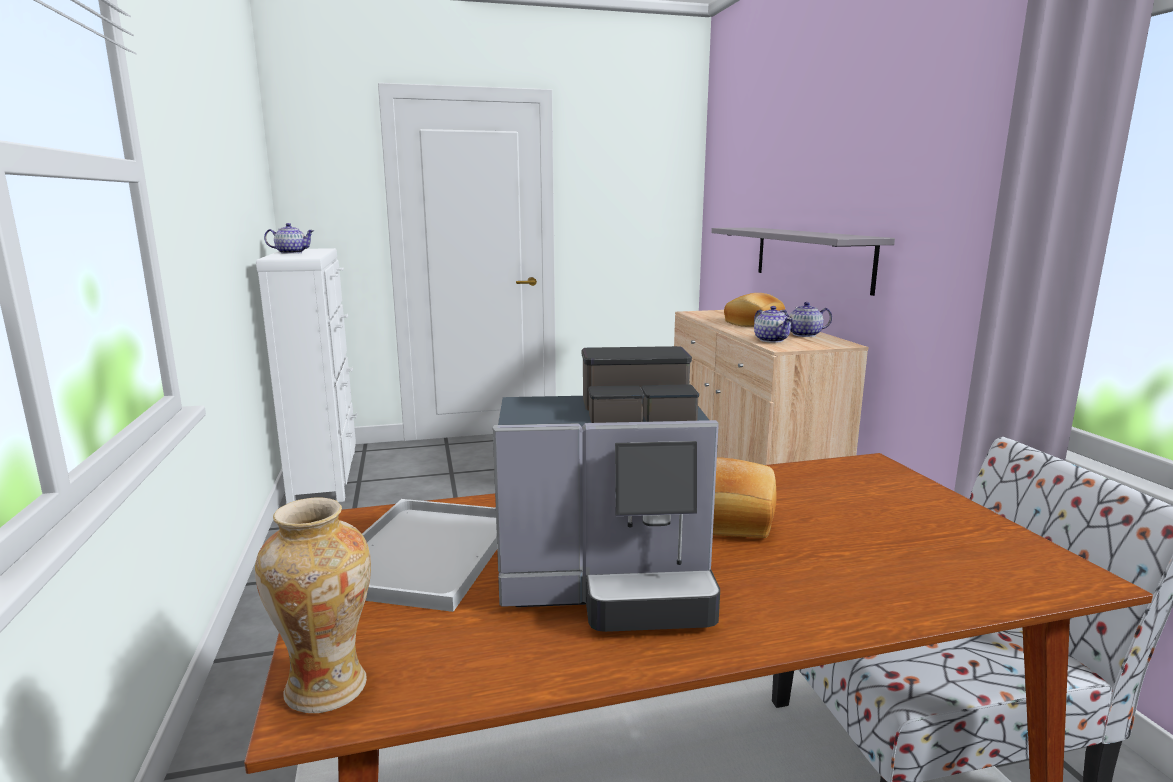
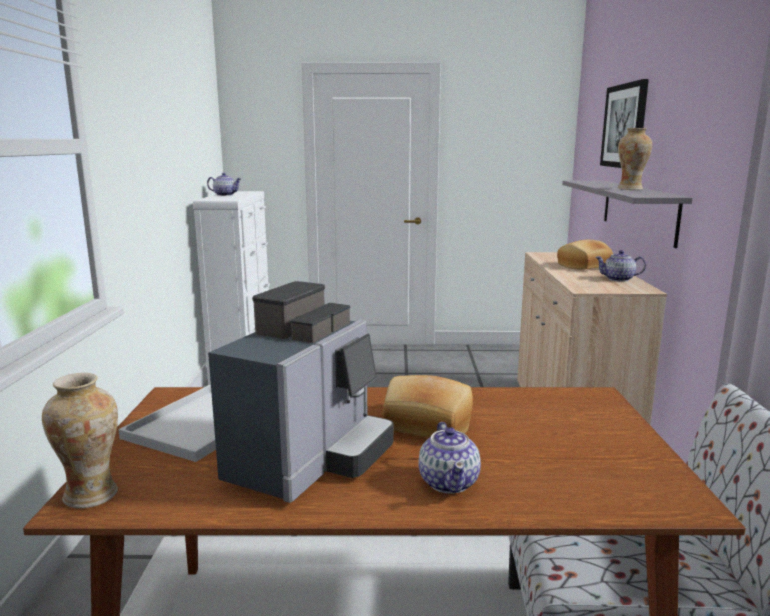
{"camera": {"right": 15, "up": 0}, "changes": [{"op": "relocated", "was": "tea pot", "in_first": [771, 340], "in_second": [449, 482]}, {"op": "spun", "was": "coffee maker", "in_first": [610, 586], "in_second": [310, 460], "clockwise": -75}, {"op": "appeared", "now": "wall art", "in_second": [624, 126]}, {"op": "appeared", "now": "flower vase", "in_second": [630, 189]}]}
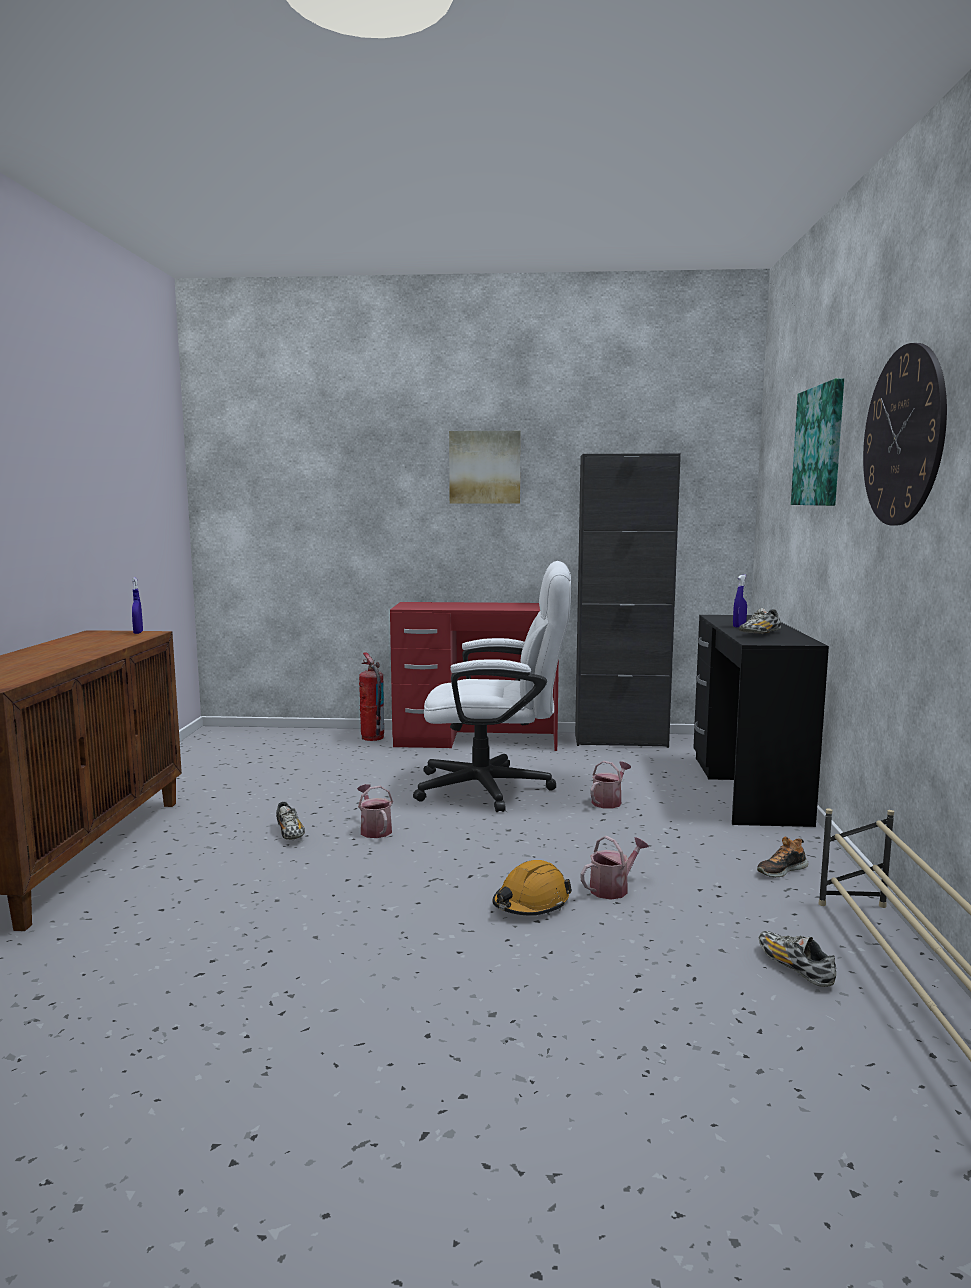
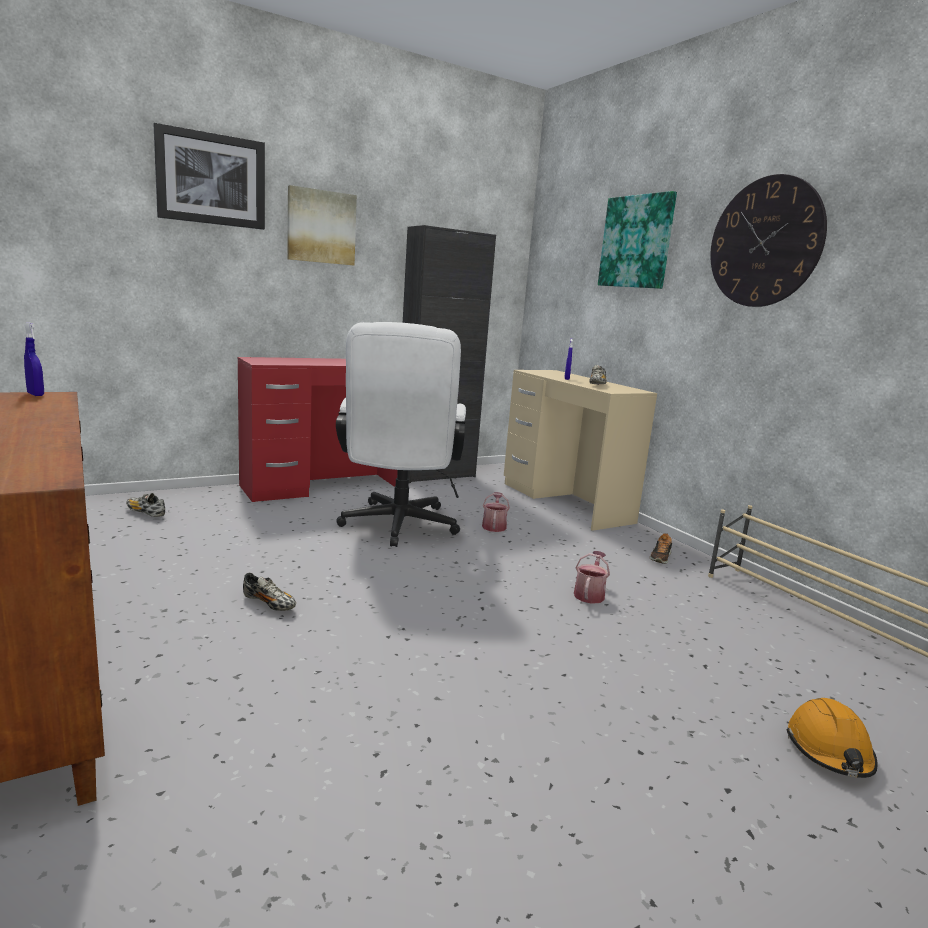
{"camera": {"right": -35, "up": 5}, "changes": [{"op": "spun", "was": "office chair in white-coloured", "in_first": [497, 788], "in_second": [397, 528], "clockwise": 120}, {"op": "colour", "was": "desk in blackish", "now": "desk in sand-coloured", "in_first": [748, 789], "in_second": [565, 502]}, {"op": "missing", "was": "fire extinguisher", "in_first": [372, 738]}, {"op": "missing", "was": "sprinkling can", "in_first": [374, 829]}, {"op": "relocated", "was": "hard hat in orange-coloured", "in_first": [531, 903], "in_second": [829, 751]}, {"op": "relocated", "was": "shoe", "in_first": [794, 968], "in_second": [145, 513]}, {"op": "appeared", "now": "wall art", "in_second": [211, 179]}]}
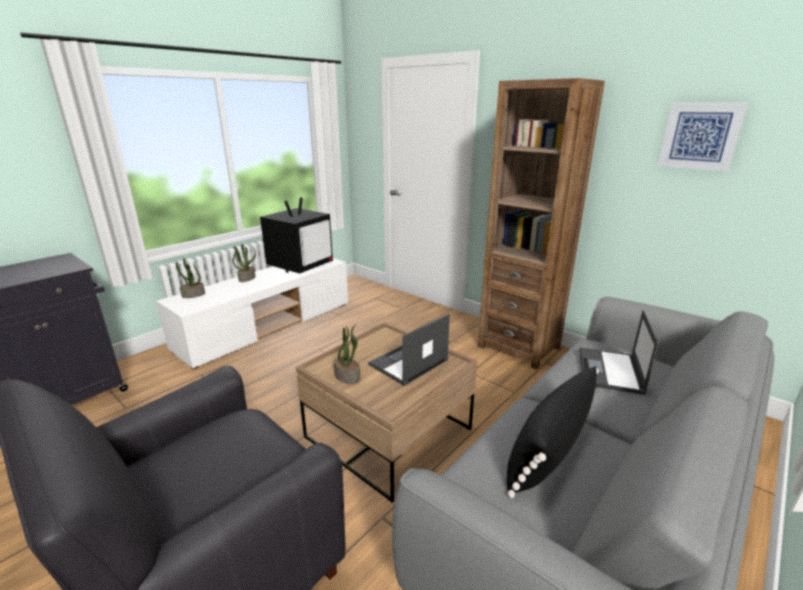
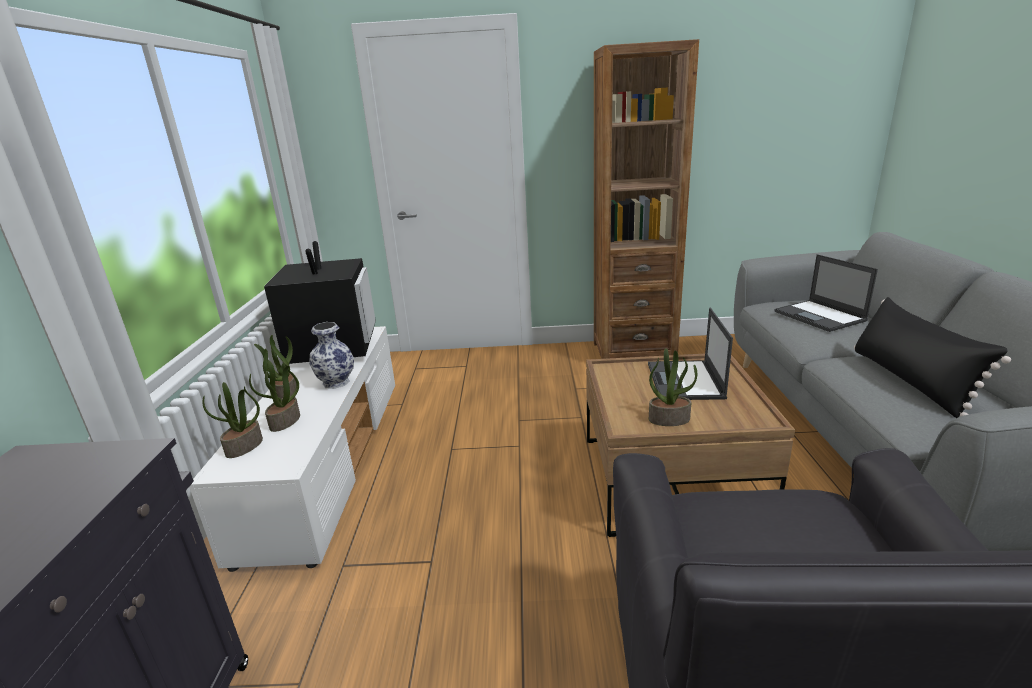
{"camera": {"right": -40, "up": 0}, "changes": [{"op": "missing", "was": "wall art", "in_first": [700, 136]}, {"op": "appeared", "now": "flower vase", "in_second": [336, 382]}, {"op": "appeared", "now": "houseplant", "in_second": [285, 422]}]}
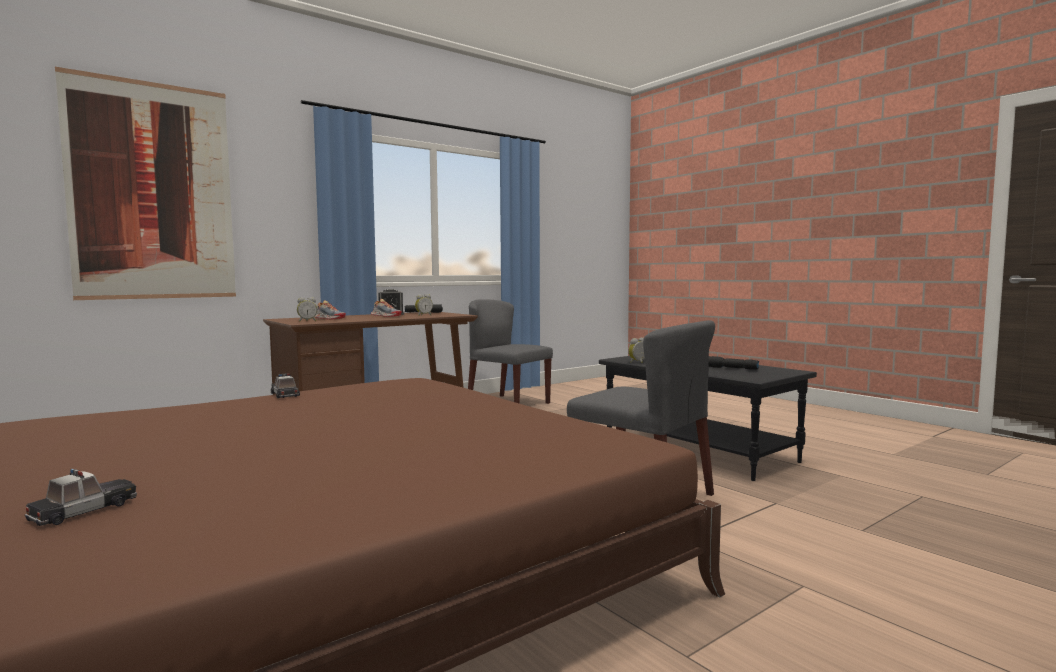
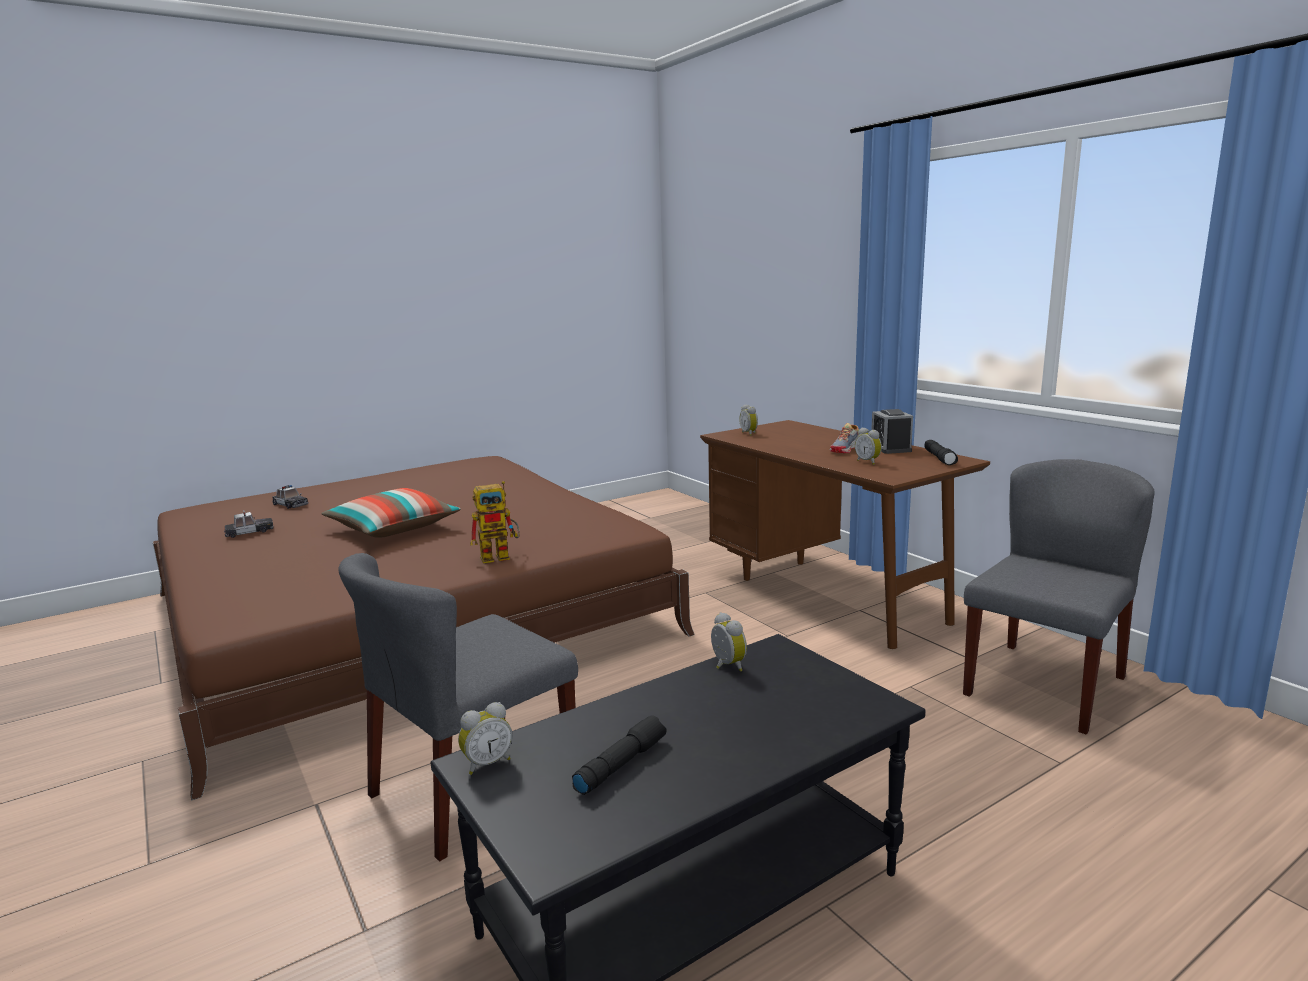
{"camera": {"right": 95, "up": 10}, "changes": [{"op": "missing", "was": "wall art", "in_first": [153, 191]}, {"op": "missing", "was": "shoe", "in_first": [329, 318]}, {"op": "relocated", "was": "miniature car", "in_first": [285, 394], "in_second": [249, 532]}, {"op": "appeared", "now": "toy robot", "in_second": [501, 556]}, {"op": "appeared", "now": "pillow", "in_second": [393, 529]}, {"op": "appeared", "now": "bedside clock", "in_second": [487, 763]}]}
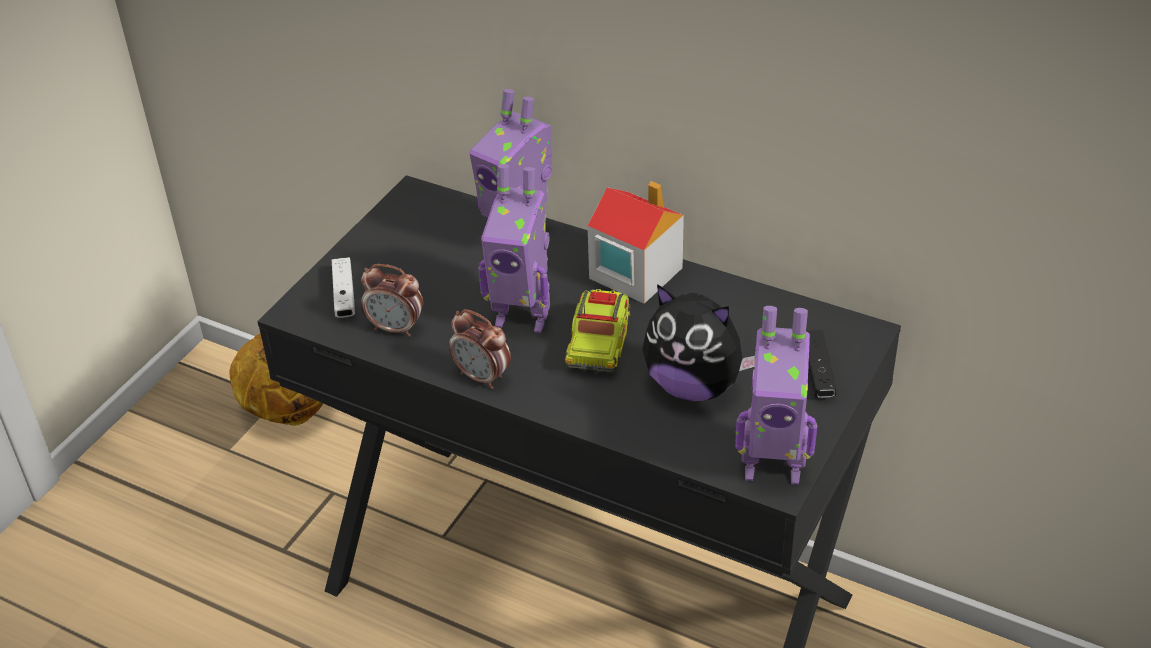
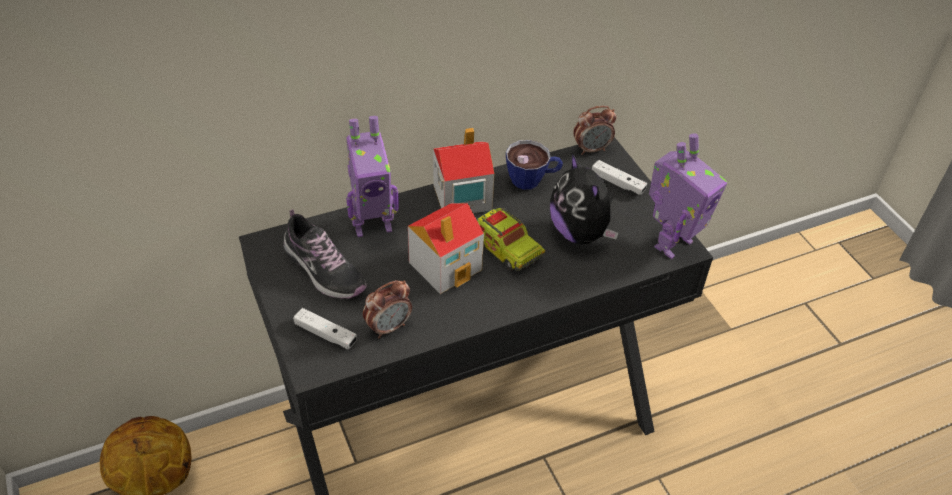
{"camera": {"right": -55, "up": 5}, "changes": [{"op": "exchanged", "was": "toy robot", "now": "model house", "in_first": [522, 318], "in_second": [446, 265]}, {"op": "spun", "was": "cuddly toy", "in_first": [694, 385], "in_second": [580, 232], "clockwise": 90}, {"op": "relocated", "was": "bedside clock", "in_first": [482, 377], "in_second": [591, 149]}, {"op": "colour", "was": "joypad in blackish", "now": "joypad in white-coloured", "in_first": [818, 372], "in_second": [617, 183]}, {"op": "appeared", "now": "cup", "in_second": [532, 180]}, {"op": "appeared", "now": "shoe", "in_second": [324, 270]}]}
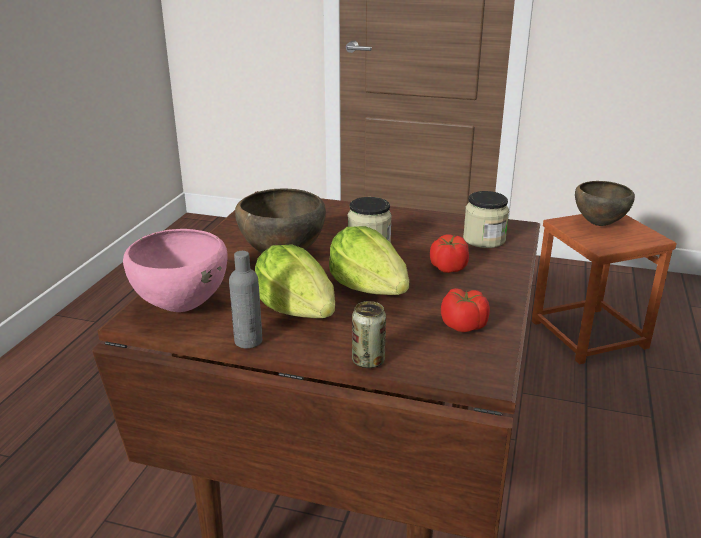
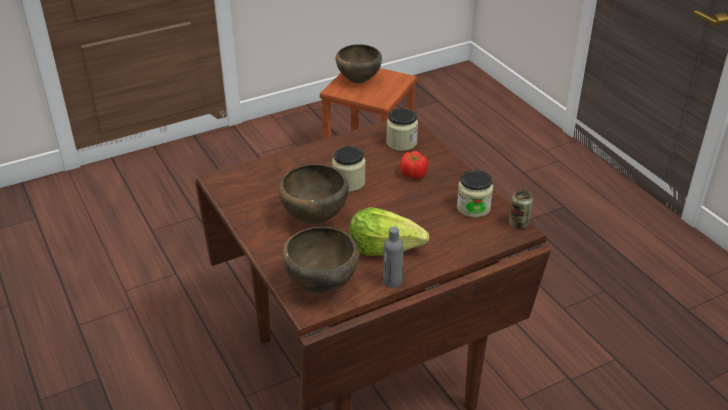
{"camera": {"right": -45, "up": 10}, "changes": [{"op": "missing", "was": "head of lettuce", "in_first": [370, 288]}, {"op": "colour", "was": "bowl in pinkish", "now": "bowl in brown", "in_first": [181, 307], "in_second": [320, 286]}, {"op": "exchanged", "was": "whole tomato", "now": "preserve jar", "in_first": [464, 326], "in_second": [473, 207]}, {"op": "relocated", "was": "sealed can", "in_first": [368, 361], "in_second": [518, 224]}]}
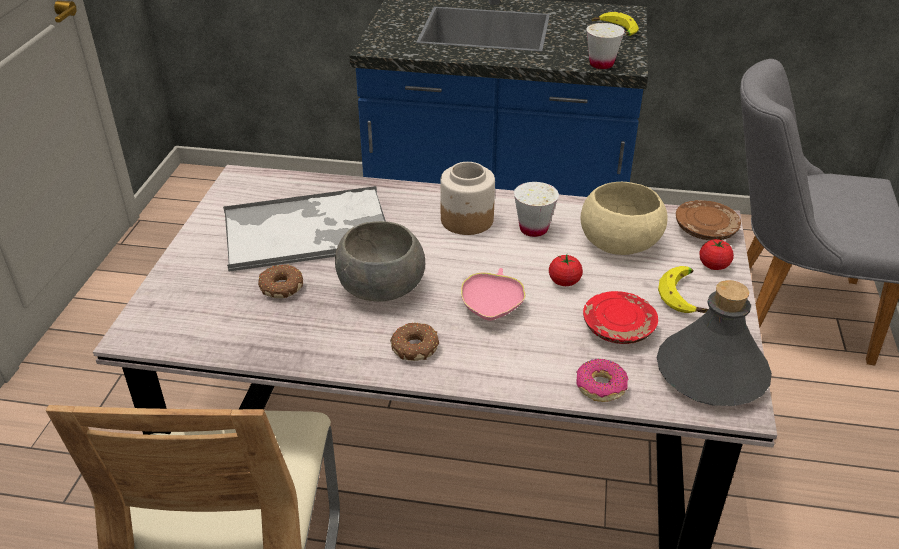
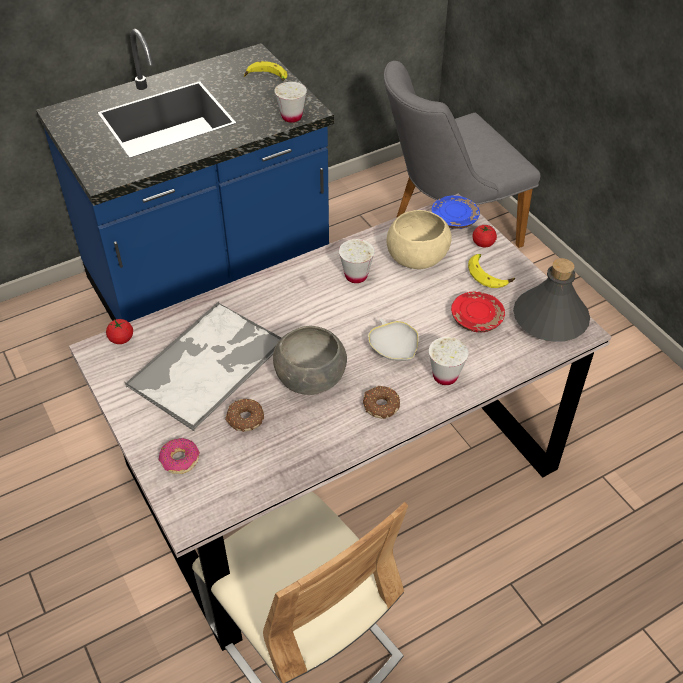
{"camera": {"right": -40, "up": 10}, "changes": [{"op": "missing", "was": "preserve jar", "in_first": [466, 220]}, {"op": "colour", "was": "plate in brown", "now": "plate in blue", "in_first": [705, 230], "in_second": [454, 219]}, {"op": "relocated", "was": "whole tomato", "in_first": [564, 281], "in_second": [121, 339]}, {"op": "colour", "was": "bowl in pinkish", "now": "bowl in white-coloured", "in_first": [492, 307], "in_second": [393, 349]}, {"op": "relocated", "was": "doughnut", "in_first": [600, 386], "in_second": [179, 460]}, {"op": "appeared", "now": "cup in white-coloured", "in_second": [445, 376]}]}
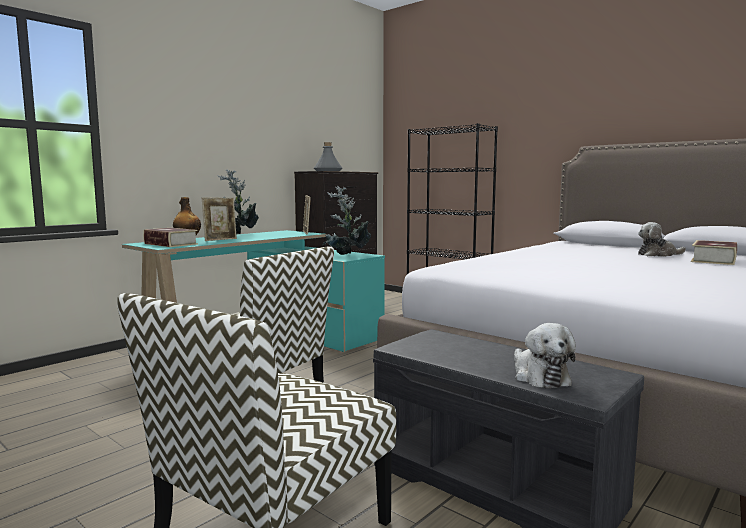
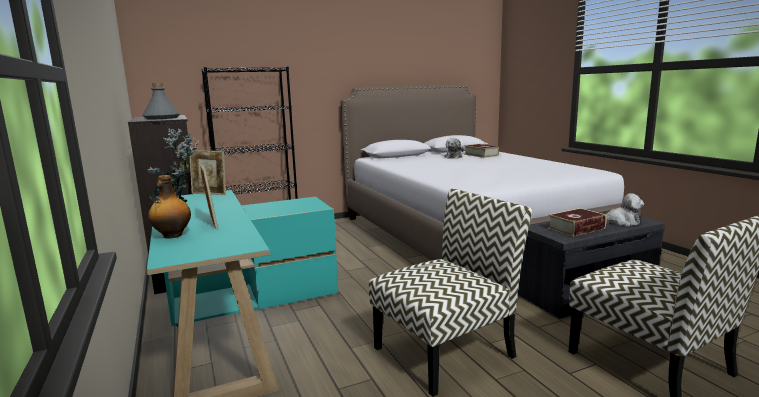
{"camera": {"right": -65, "up": 5}, "changes": [{"op": "missing", "was": "houseplant", "in_first": [347, 255]}, {"op": "relocated", "was": "book", "in_first": [170, 244], "in_second": [576, 228]}]}
